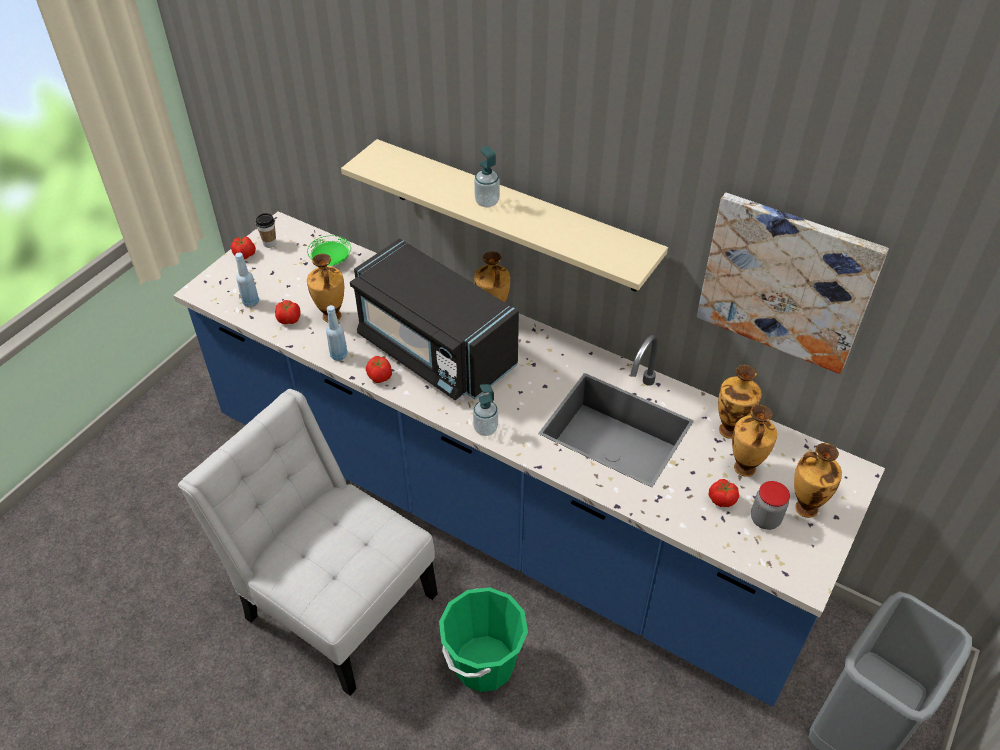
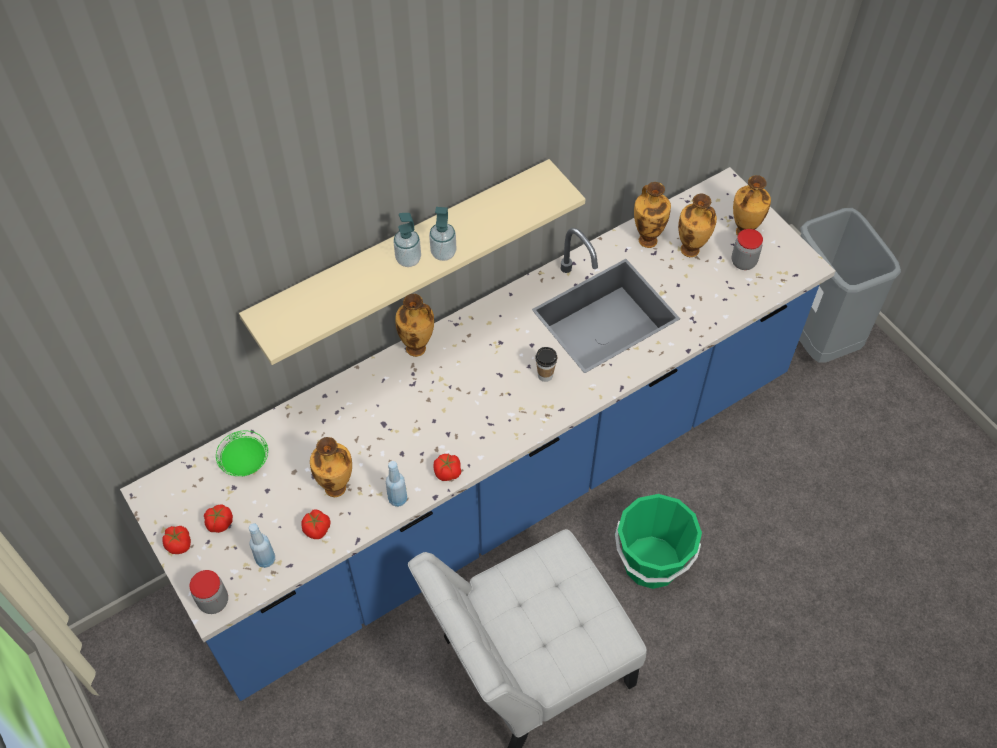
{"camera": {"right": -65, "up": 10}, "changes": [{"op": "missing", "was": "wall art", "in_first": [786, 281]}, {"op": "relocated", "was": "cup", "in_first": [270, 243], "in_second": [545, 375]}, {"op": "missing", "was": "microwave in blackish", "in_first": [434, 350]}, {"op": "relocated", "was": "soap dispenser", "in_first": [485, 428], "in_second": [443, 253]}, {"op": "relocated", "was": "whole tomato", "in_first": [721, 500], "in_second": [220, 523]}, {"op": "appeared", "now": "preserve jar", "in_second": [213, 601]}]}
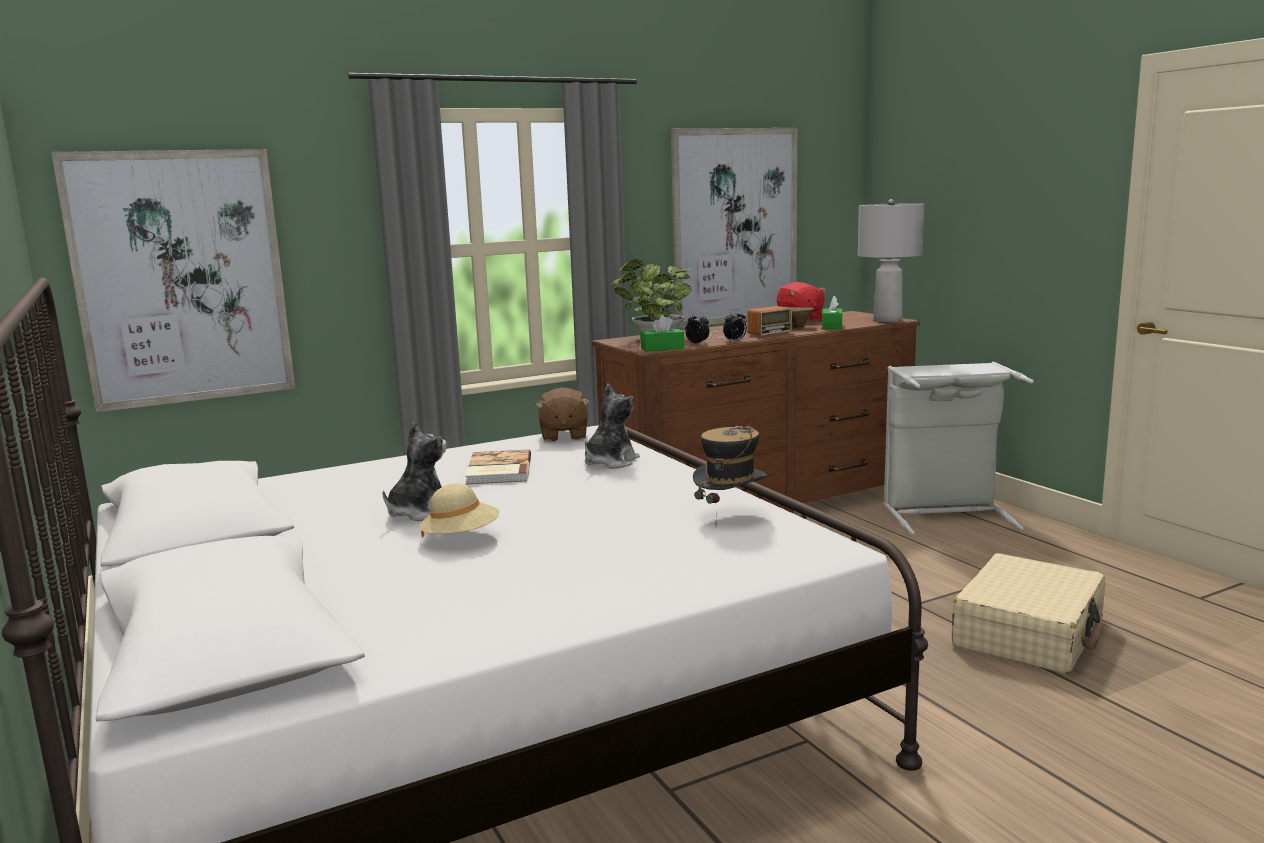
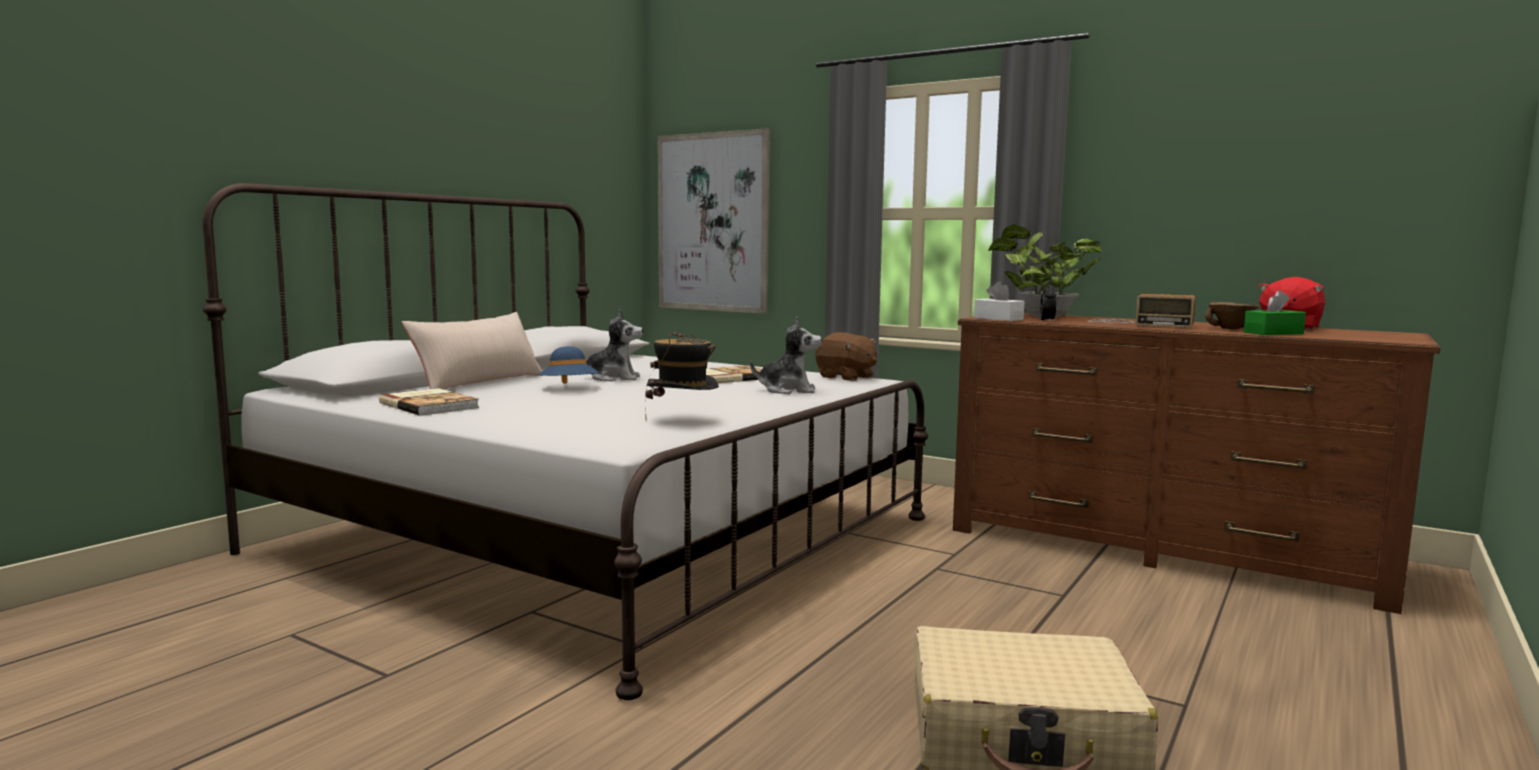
{"camera": {"right": 60, "up": -5}, "changes": [{"op": "missing", "was": "wall art", "in_first": [735, 226]}, {"op": "missing", "was": "table lamp in gray", "in_first": [887, 320]}, {"op": "missing", "was": "bedside clock", "in_first": [735, 340]}, {"op": "colour", "was": "box of tissues in green-coloured", "now": "box of tissues in white-coloured", "in_first": [662, 348], "in_second": [998, 319]}, {"op": "missing", "was": "hamper in gray", "in_first": [945, 513]}, {"op": "spun", "was": "cuddly toy in brown", "in_first": [563, 436], "in_second": [846, 377], "clockwise": -105}, {"op": "colour", "was": "hat in sand-coloured", "now": "hat in blue", "in_first": [461, 538], "in_second": [569, 388]}, {"op": "appeared", "now": "pillow in sand-coloured", "in_second": [478, 382]}, {"op": "appeared", "now": "book", "in_second": [430, 405]}]}
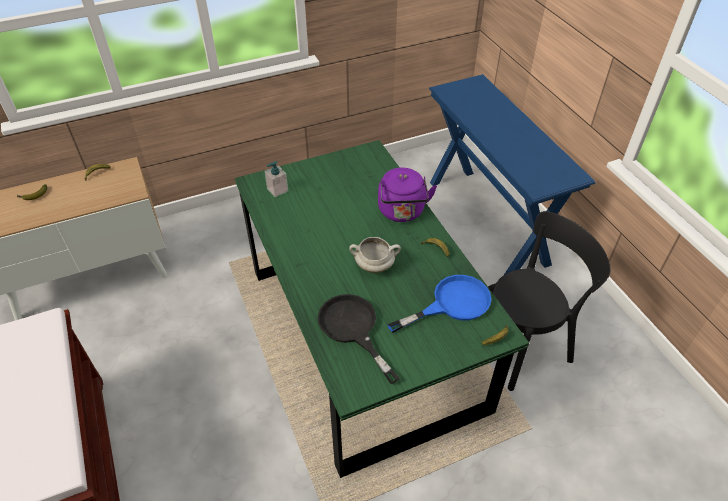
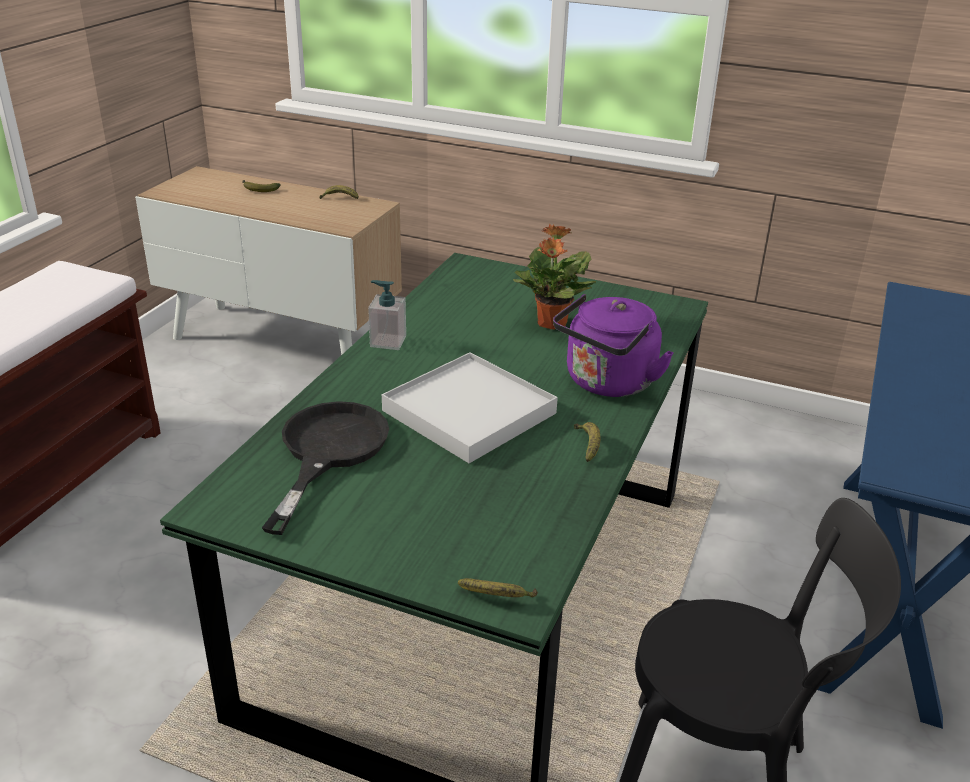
{"camera": {"right": 45, "up": -15}, "changes": [{"op": "relocated", "was": "soap dispenser", "in_first": [277, 190], "in_second": [388, 341]}, {"op": "exchanged", "was": "stockpot in white-coloured", "now": "carrying tray in white-coloured", "in_first": [375, 265], "in_second": [470, 412]}, {"op": "missing", "was": "frying pan in blue", "in_first": [451, 304]}, {"op": "appeared", "now": "houseplant", "in_second": [551, 324]}]}
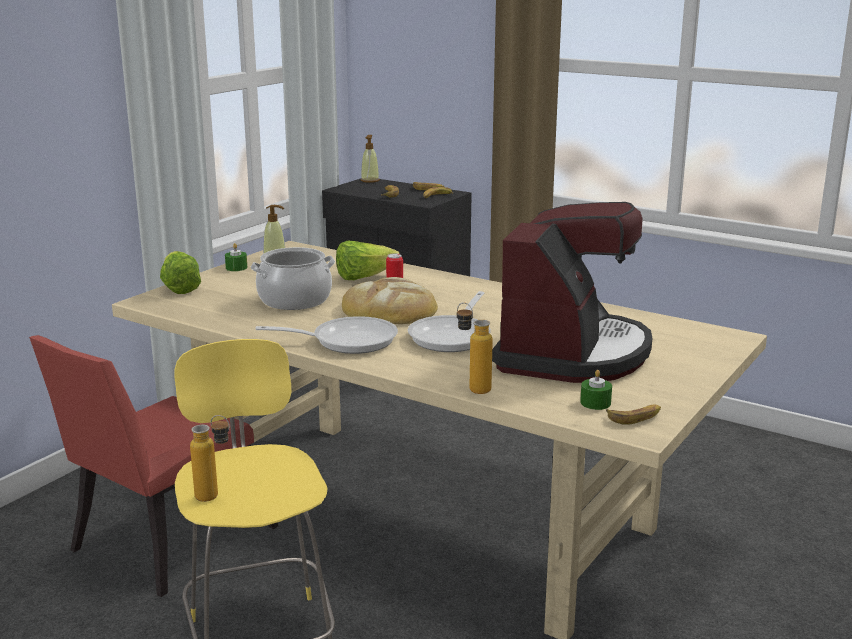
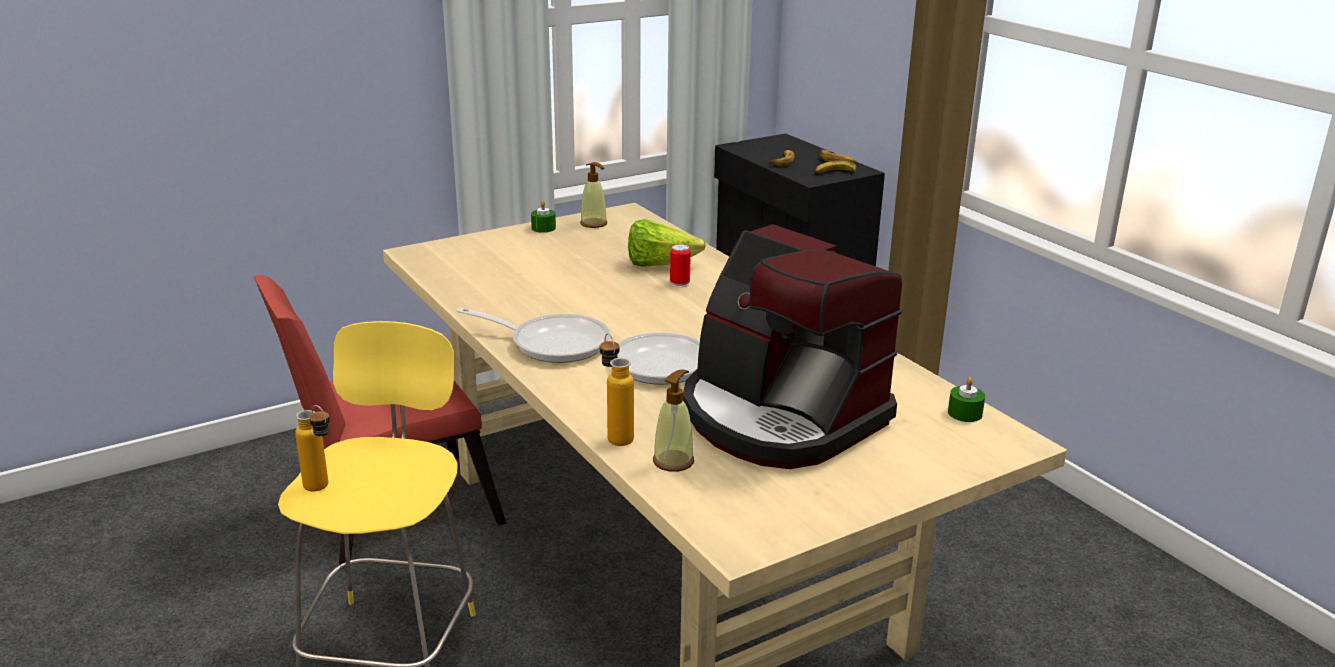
{"camera": {"right": 25, "up": 5}, "changes": [{"op": "relocated", "was": "soap dispenser", "in_first": [370, 180], "in_second": [673, 461]}, {"op": "spun", "was": "coffee maker", "in_first": [572, 353], "in_second": [780, 417], "clockwise": 90}, {"op": "missing", "was": "stockpot", "in_first": [295, 300]}, {"op": "missing", "was": "head of lettuce", "in_first": [179, 288]}, {"op": "missing", "was": "bread", "in_first": [389, 309]}, {"op": "relocated", "was": "wax light in green-coloured", "in_first": [595, 403], "in_second": [965, 413]}, {"op": "missing", "was": "banana fruit", "in_first": [635, 417]}]}
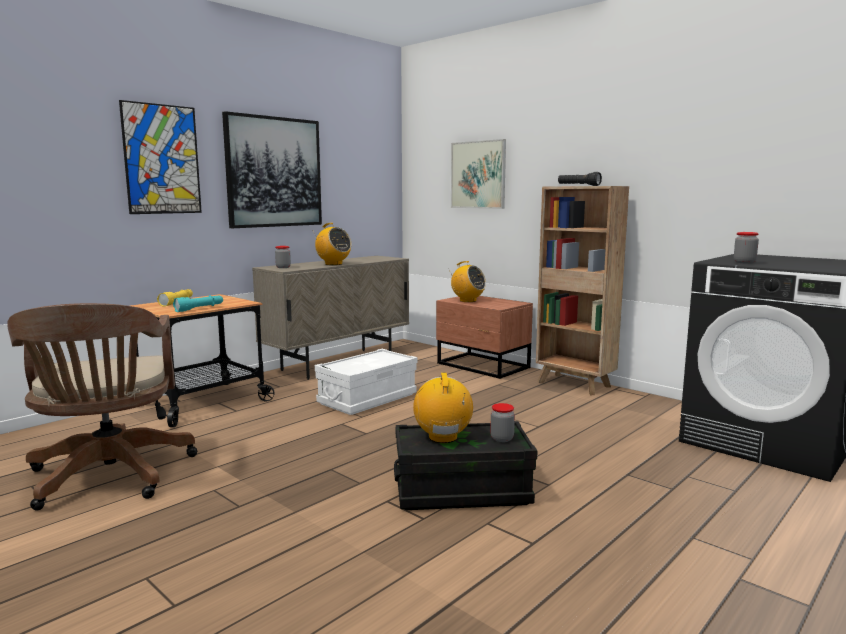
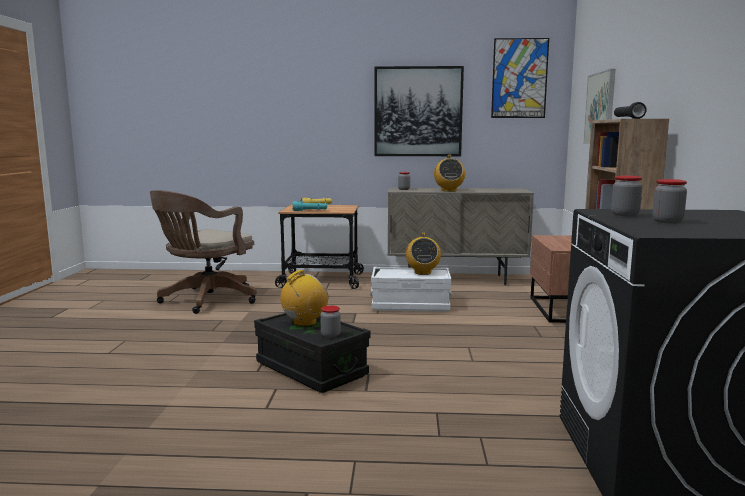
{"camera": {"right": 50, "up": 0}, "changes": [{"op": "relocated", "was": "wall art", "in_first": [162, 159], "in_second": [519, 78]}, {"op": "relocated", "was": "radio receiver", "in_first": [467, 300], "in_second": [422, 272]}, {"op": "appeared", "now": "preserve jar", "in_second": [667, 221]}]}
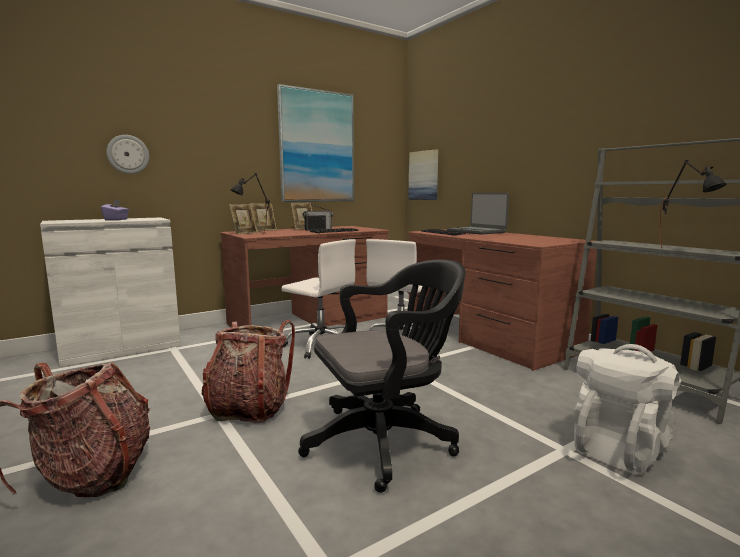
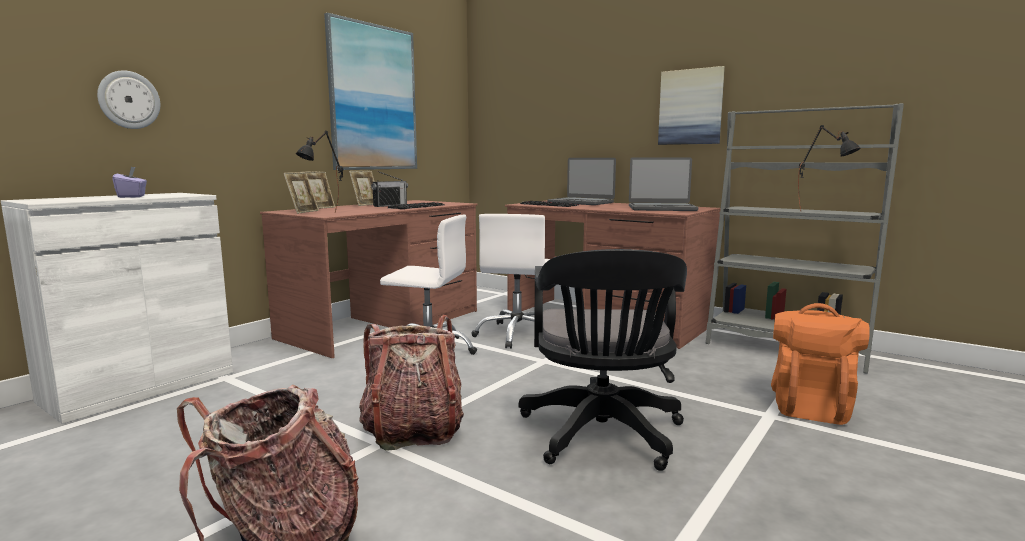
{"camera": {"right": -20, "up": 0}, "changes": [{"op": "relocated", "was": "wall art", "in_first": [424, 175], "in_second": [690, 107]}, {"op": "spun", "was": "office chair in blackish", "in_first": [386, 440], "in_second": [602, 436], "clockwise": 135}, {"op": "colour", "was": "rucksack in white-coloured", "now": "rucksack in orange-coloured", "in_first": [619, 448], "in_second": [810, 406]}, {"op": "appeared", "now": "laptop", "in_second": [661, 208]}]}
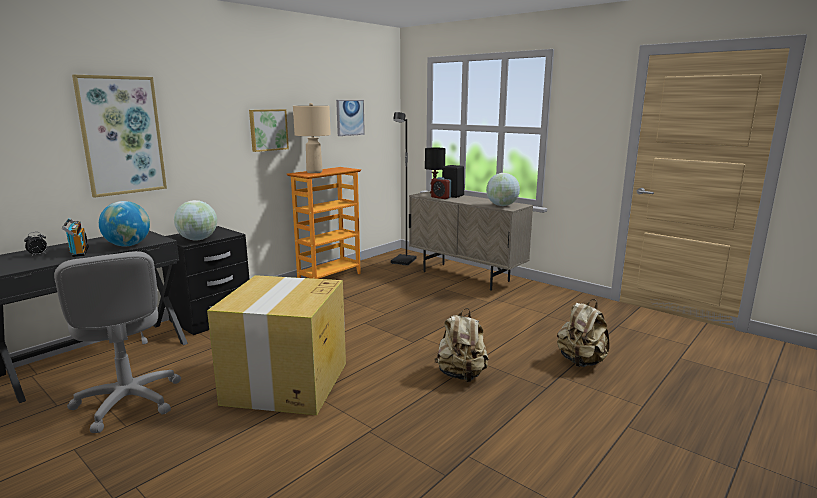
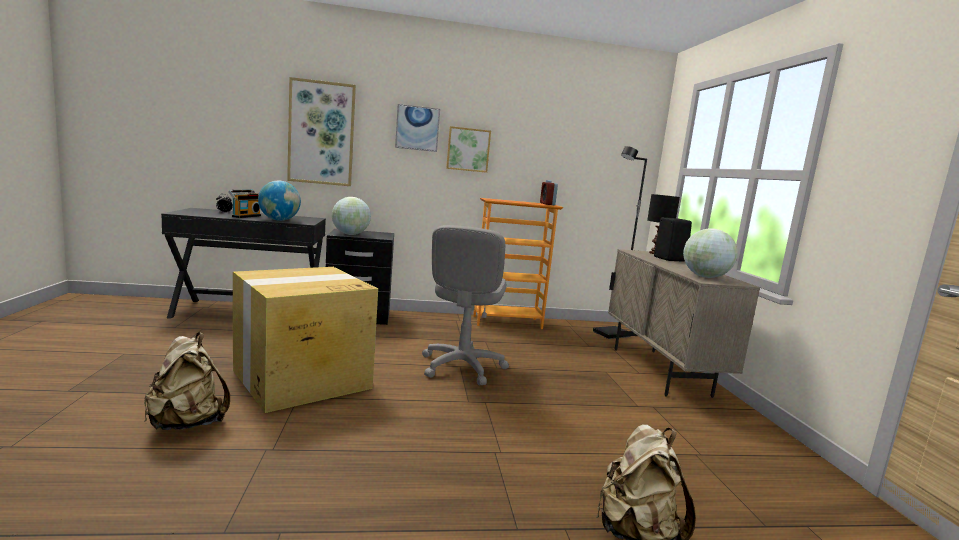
{"camera": {"right": 40, "up": -5}, "changes": [{"op": "relocated", "was": "wall art", "in_first": [350, 117], "in_second": [417, 128]}, {"op": "missing", "was": "table lamp in sand-coloured", "in_first": [314, 172]}, {"op": "relocated", "was": "bedside clock", "in_first": [441, 197], "in_second": [547, 204]}, {"op": "relocated", "was": "office chair in gray", "in_first": [128, 402], "in_second": [461, 367]}, {"op": "relocated", "was": "rucksack in sand-coloured", "in_first": [461, 375], "in_second": [187, 423]}]}
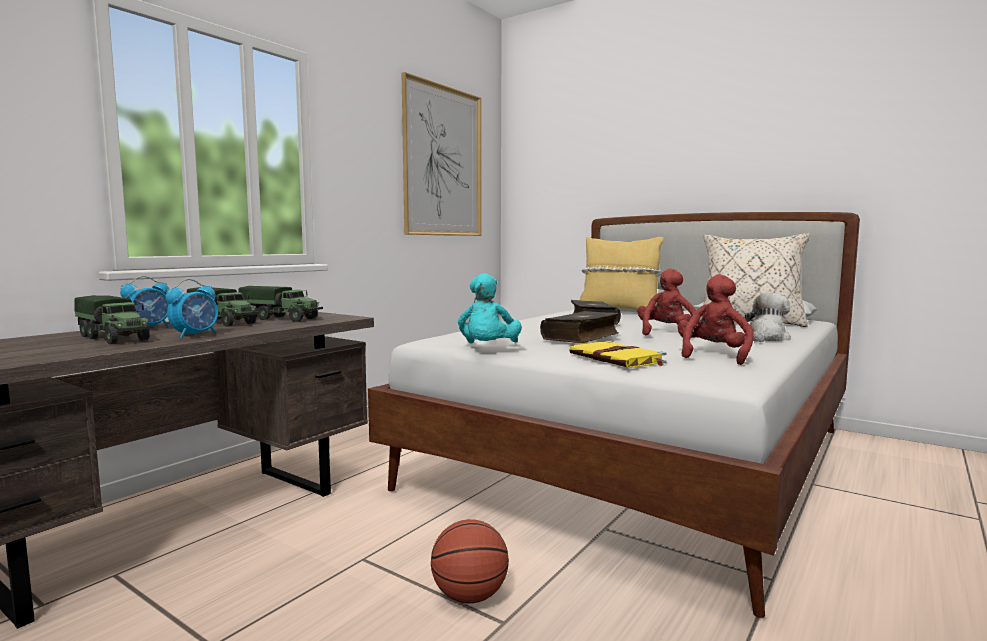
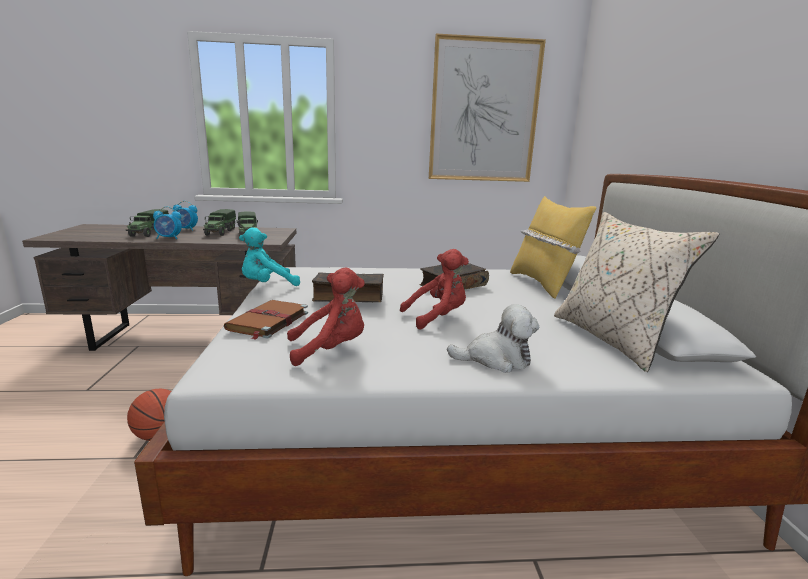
{"camera": {"right": 50, "up": 10}, "changes": [{"op": "colour", "was": "book in yellow-coloured", "now": "book in brown", "in_first": [618, 359], "in_second": [267, 321]}]}
